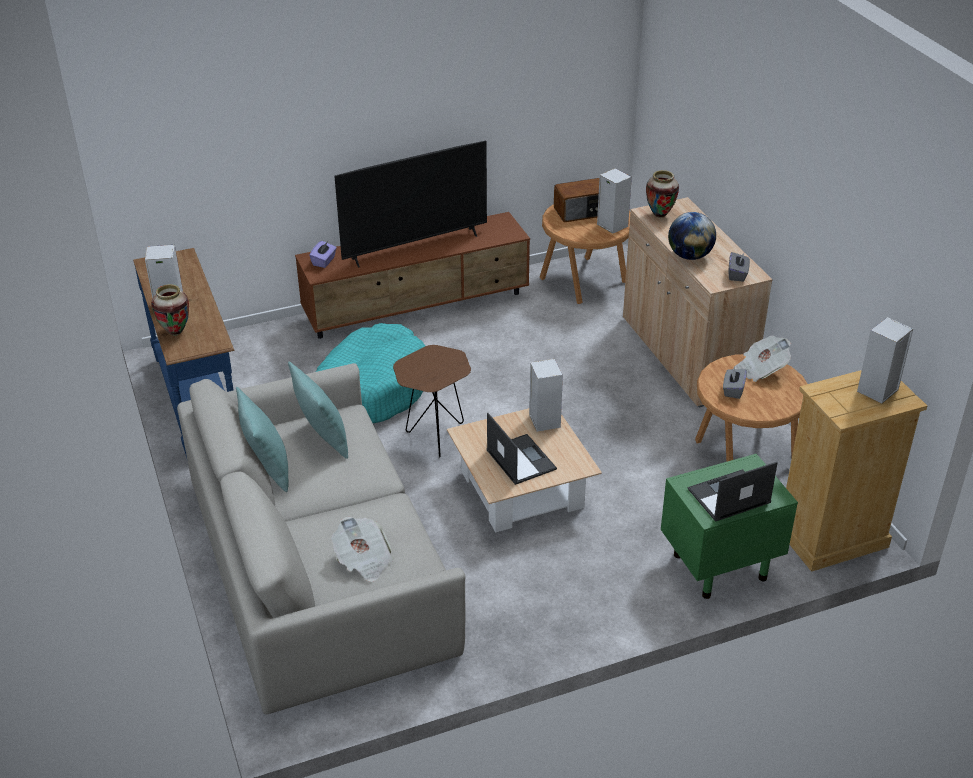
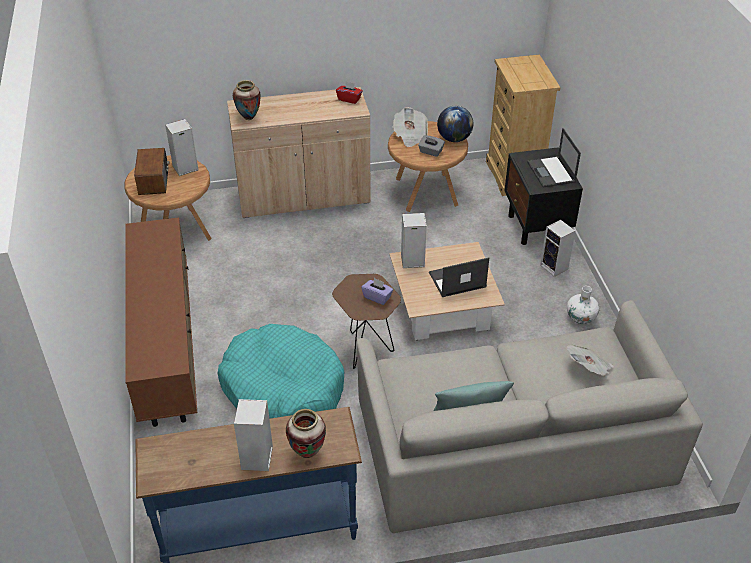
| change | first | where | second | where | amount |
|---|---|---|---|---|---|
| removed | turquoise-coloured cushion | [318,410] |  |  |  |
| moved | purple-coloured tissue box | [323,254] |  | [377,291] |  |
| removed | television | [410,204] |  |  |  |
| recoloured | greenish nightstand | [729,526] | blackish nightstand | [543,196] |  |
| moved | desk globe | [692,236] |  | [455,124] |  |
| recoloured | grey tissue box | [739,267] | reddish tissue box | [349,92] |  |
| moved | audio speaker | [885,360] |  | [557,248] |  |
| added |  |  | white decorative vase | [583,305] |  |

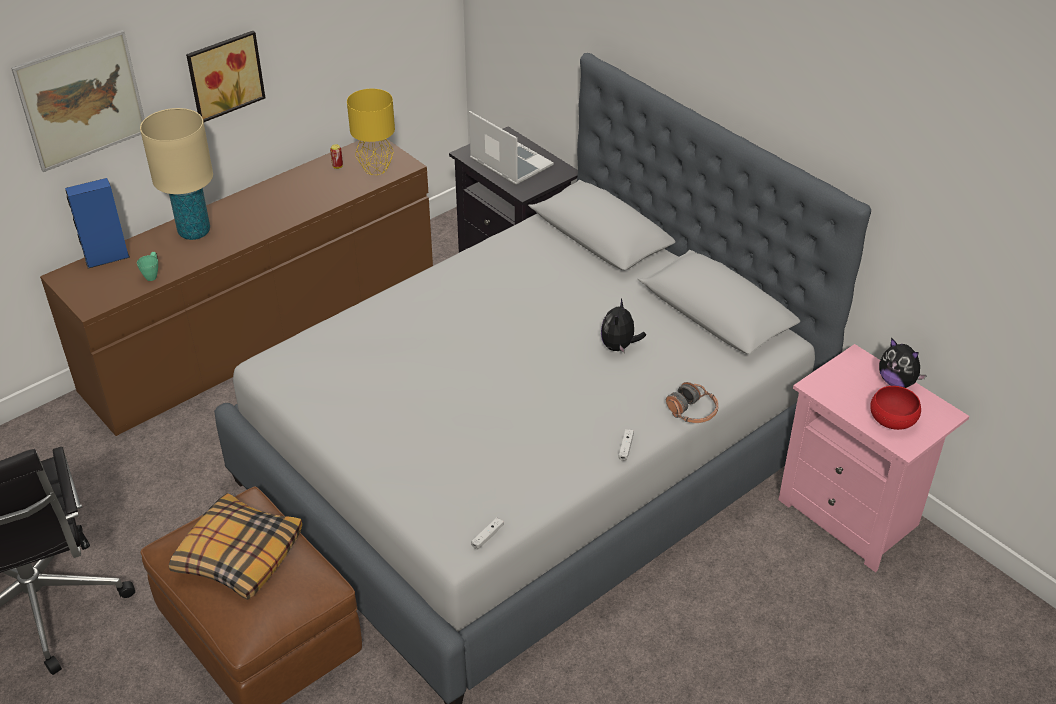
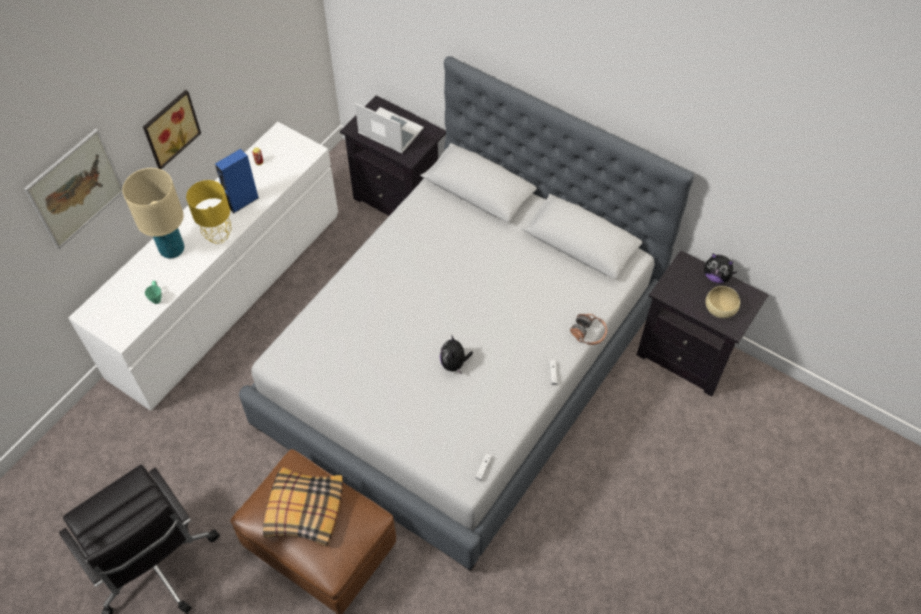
| change | first | where | second | where | amount |
|---|---|---|---|---|---|
| recoloured | brown-coloured chest of drawers | [236,287] | white chest of drawers | [203,266] |  |
| moved | blue-coloured audio speaker | [97,223] |  | [237,181] |  |
| moved | yellowish table lamp | [371,132] |  | [209,212] |  |
| moved | soft toy | [623,326] |  | [456,353] |  |
| recoloured | pink-coloured nightstand | [873,458] | blackish nightstand | [702,323] |  |
| recoloured | reddish deep dish | [895,408] | sand-coloured deep dish | [722,302] |  |

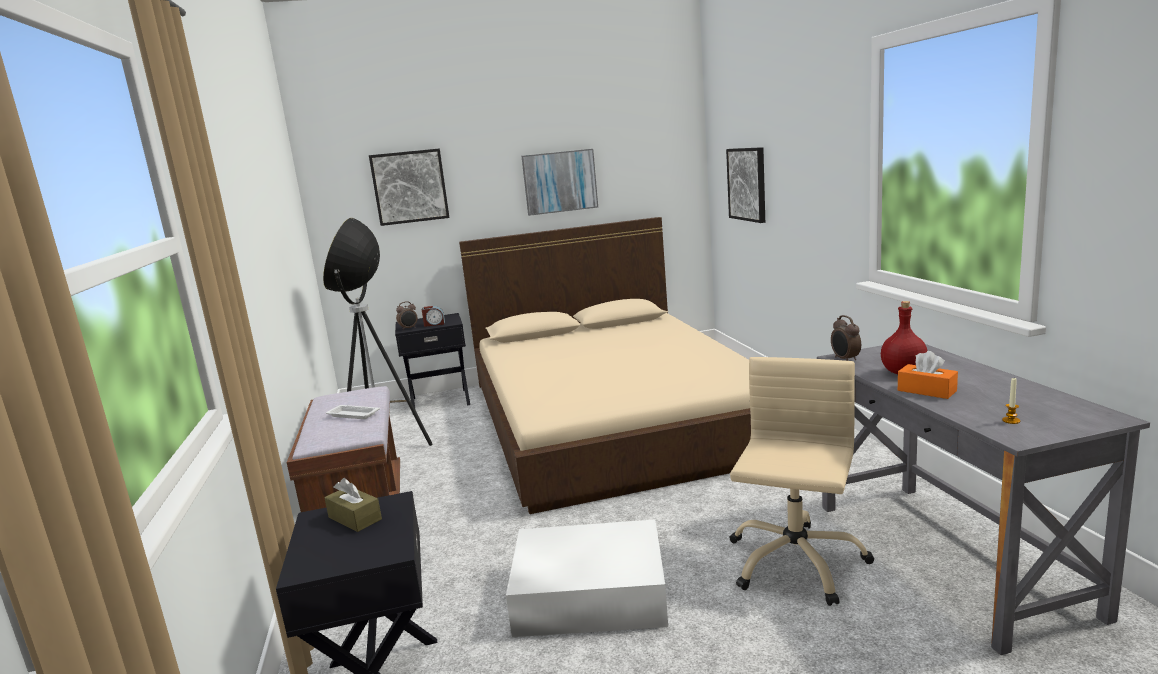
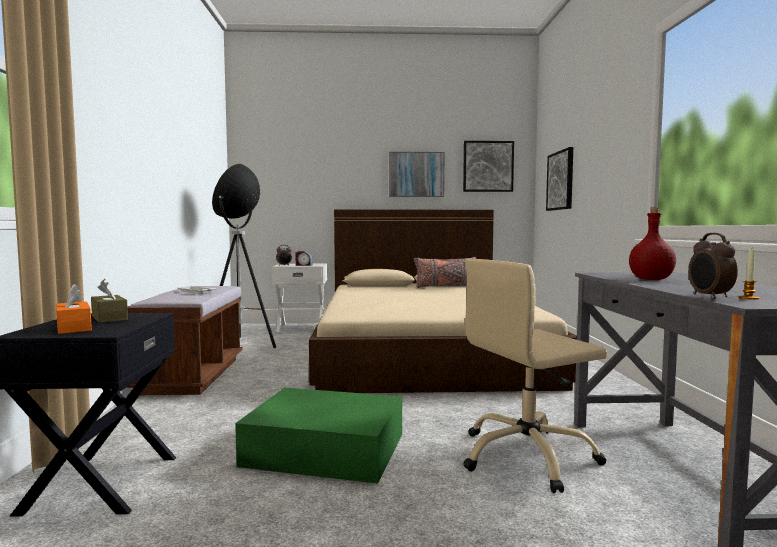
| change | first | where | second | where | amount |
|---|---|---|---|---|---|
| moved | picture | [409,187] |  | [488,166] |  |
| recoloured | blackish nightstand | [432,361] | white nightstand | [299,298] |  |
| recoloured | white storage container | [587,578] | greenish storage container | [318,436] |  |
| turned | sand-coloured office chair | [802,481] |  | [535,376] | 150 degrees counterclockwise |
| moved | alarm clock | [846,338] |  | [713,266] |  |
| moved | orangey tissue box | [928,375] |  | [74,309] |  |
| added |  |  | grey cushion | [445,272] |  |

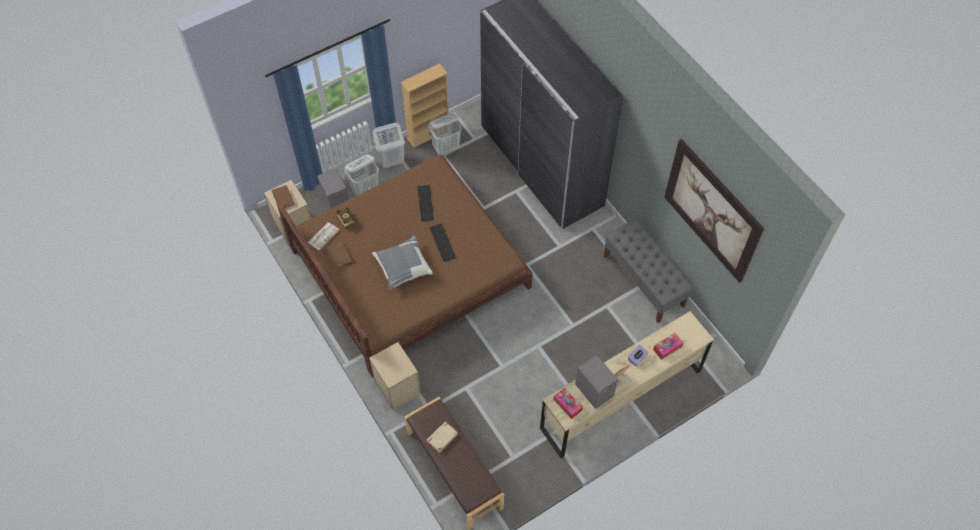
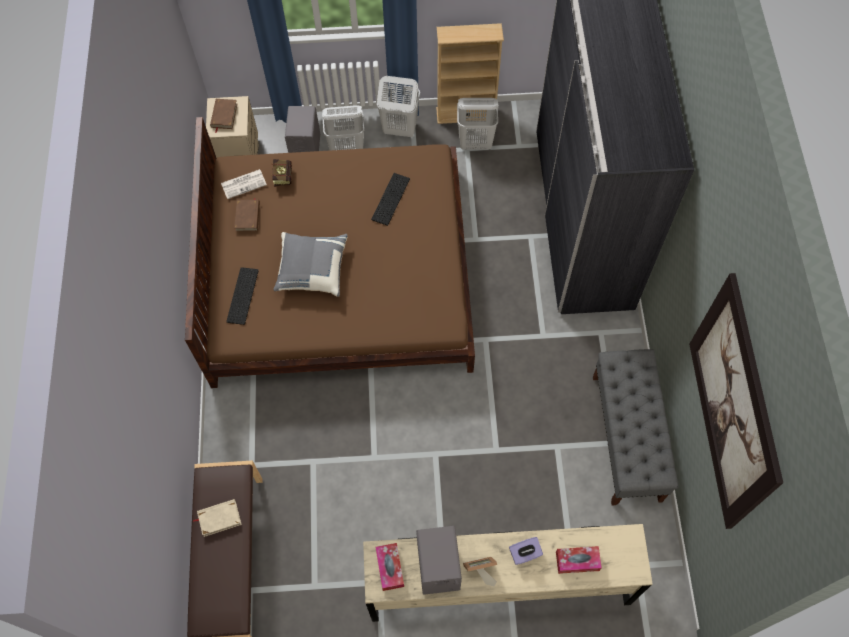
| change | first | where | second | where | amount |
|---|---|---|---|---|---|
| removed | sand-coloured nightstand | [395,376] |  |  |  |
| moved | keyboard | [443,242] |  | [242,296] |  |

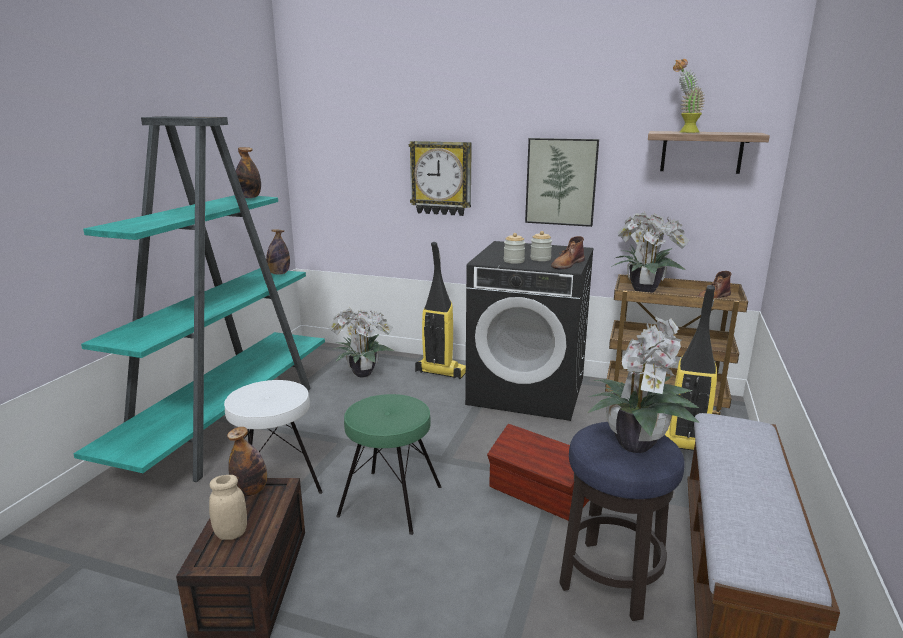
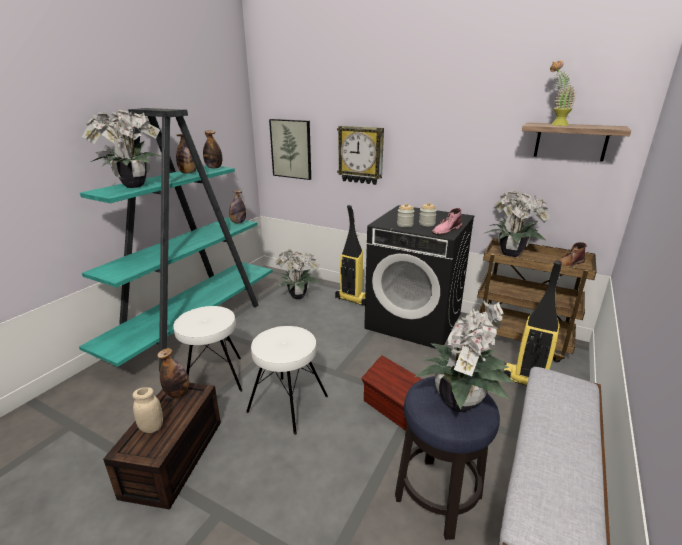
| change | first | where | second | where | amount |
|---|---|---|---|---|---|
| recoloured | greenish stool | [388,464] | white stool | [287,380] |  |
| moved | picture | [562,182] |  | [290,149] |  |
| recoloured | brown-coloured boot | [568,253] | pink-coloured boot | [447,221] |  |
| added |  |  | potted plant | [122,148] |  |
| added |  |  | beverage bottle | [186,154] |  |

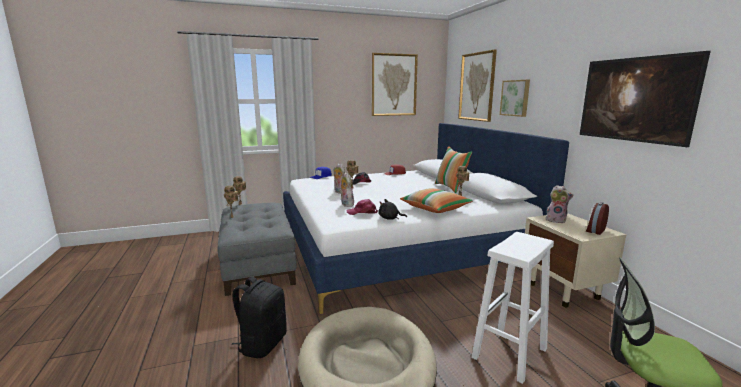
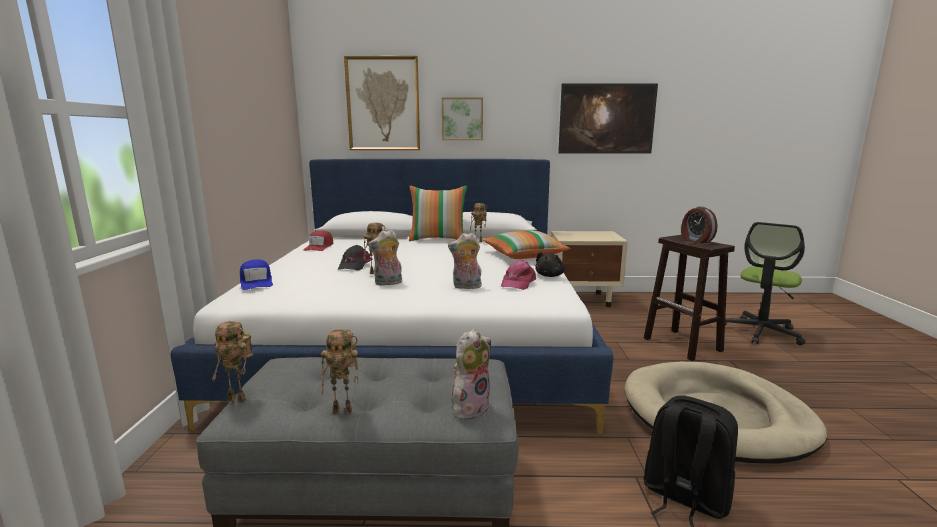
| change | first | where | second | where | amount |
|---|---|---|---|---|---|
| removed | picture | [395,84] |  |  |  |
| recoloured | white stool | [512,308] | brown-coloured stool | [689,298] |  |
| moved | soft toy | [559,204] |  | [471,374] |  |
| moved | alarm clock | [597,218] |  | [699,224] |  |

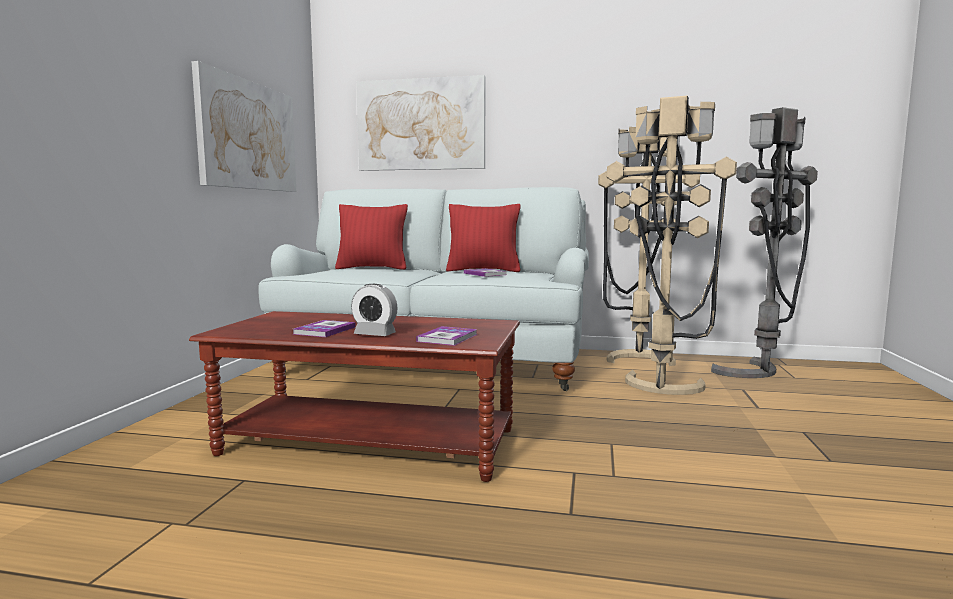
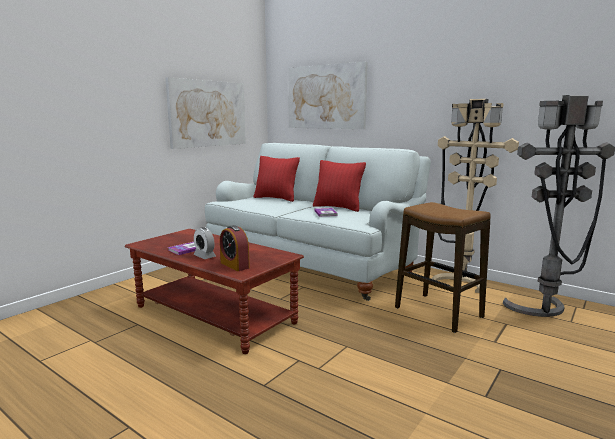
| change | first | where | second | where | amount |
|---|---|---|---|---|---|
| replaced | book | [446,336] | alarm clock | [235,248] |  |
| replaced | sand-coloured floor lamp | [672,245] | stool | [443,267] |  |

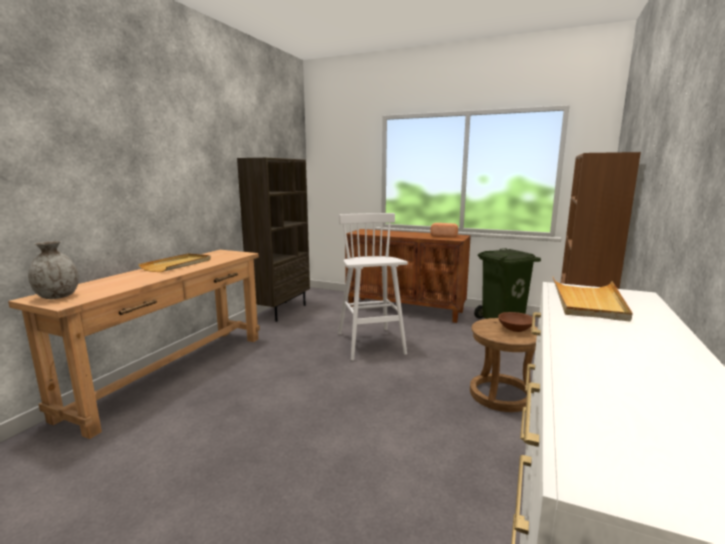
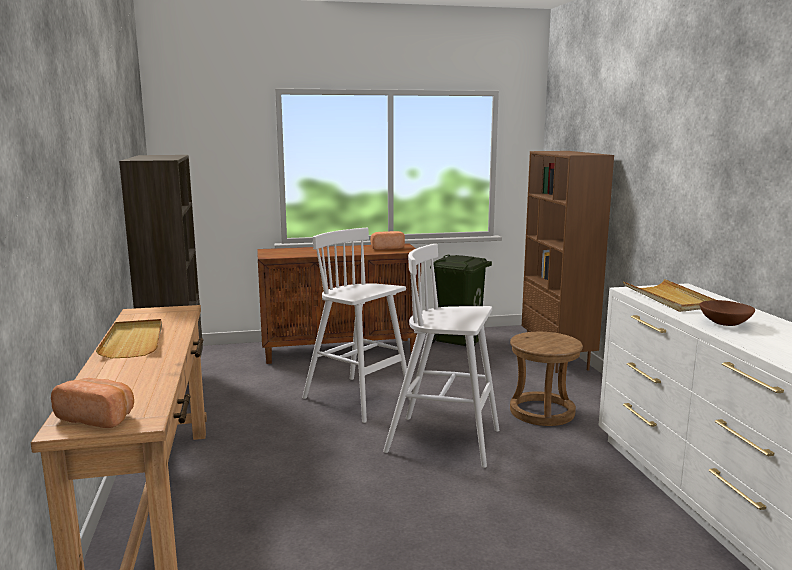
| change | first | where | second | where | amount |
|---|---|---|---|---|---|
| replaced | grey decorative vase | [53,270] | bread | [92,403] |  |
| moved | brown-coloured deep dish | [515,322] |  | [727,313] |  |
| added |  |  | white stool | [441,356] |  |

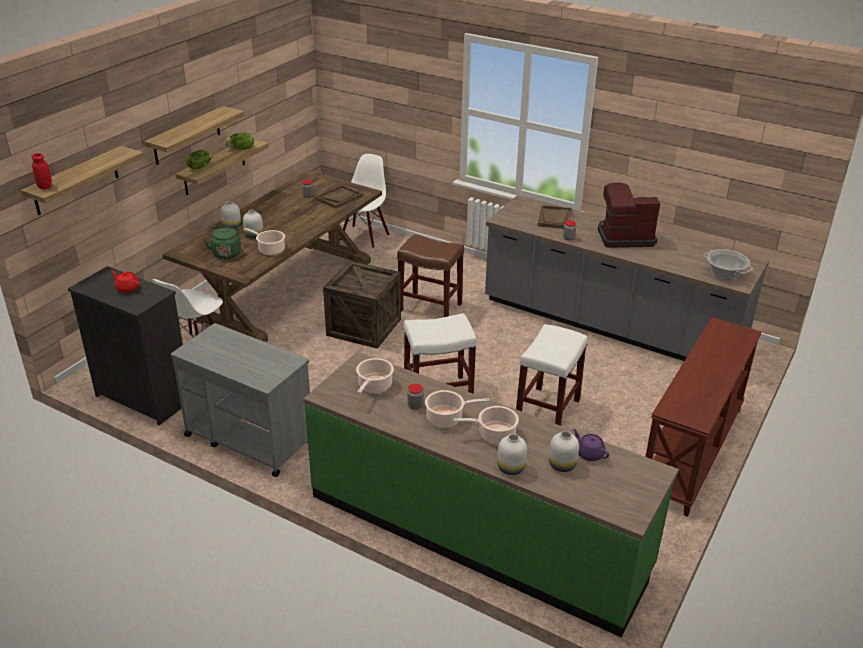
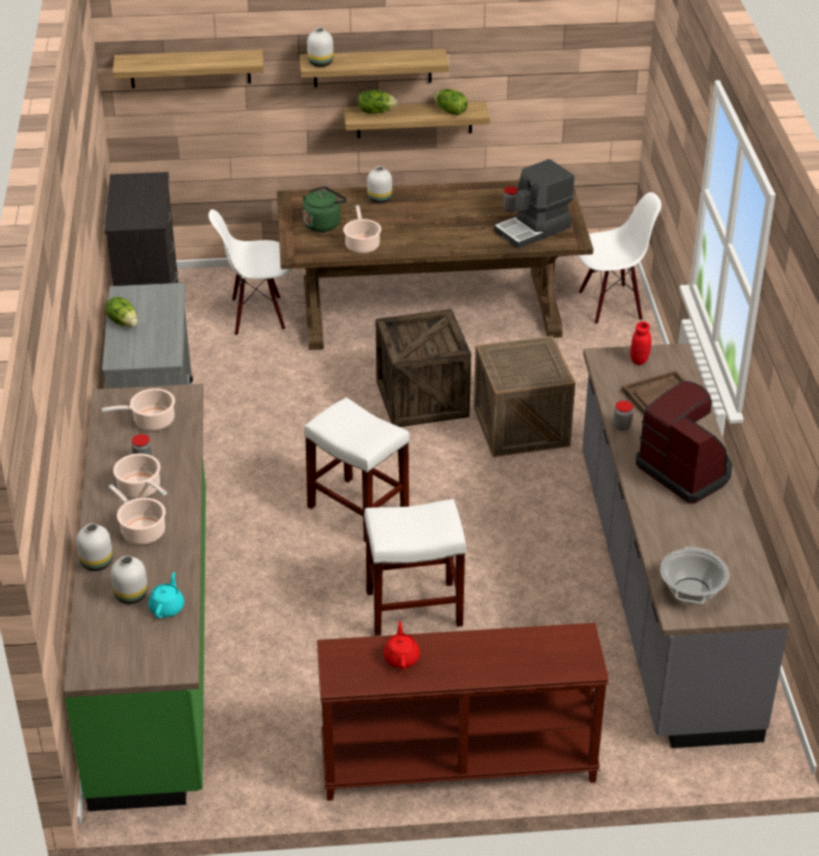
| change | first | where | second | where | amount |
|---|---|---|---|---|---|
| moved | reddish jar | [42,171] |  | [640,343] |  |
| moved | reddish pot for tea | [125,281] |  | [402,645] |  |
| moved | white decorative vase | [253,224] |  | [320,47] |  |
| replaced | brown-coloured tray | [339,197] | coffee machine | [534,204] |  |
| replaced | brown-coloured stool | [430,275] | shipping crate | [524,396] |  |
| recoloured | purple-coloured pot for tea | [591,445] | turquoise-coloured pot for tea | [166,595] |  |
| added |  |  | lettuce head | [121,311] |  |

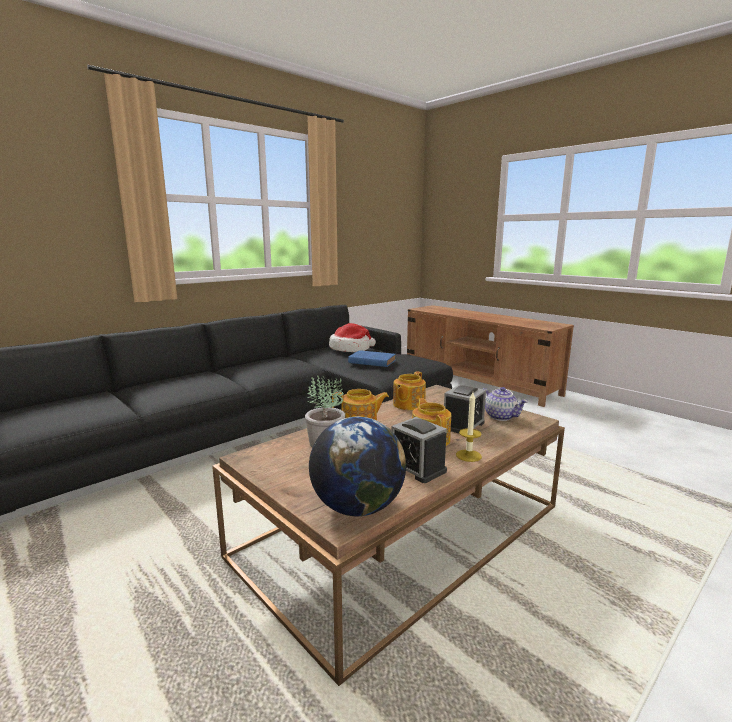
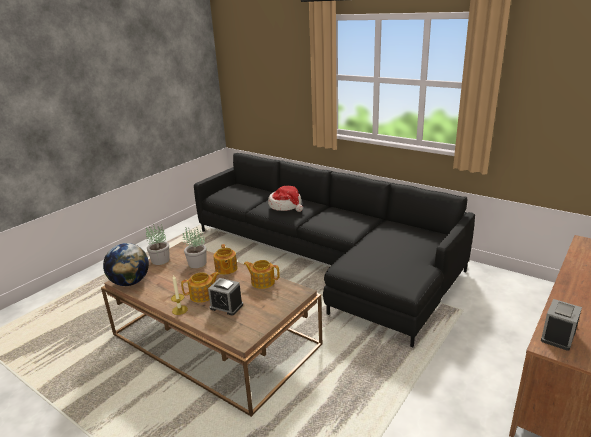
| change | first | where | second | where | amount |
|---|---|---|---|---|---|
| moved | clothing hat | [352,337] |  | [285,199] |  |
| removed | blue-coloured book | [372,358] |  |  |  |
| moved | alarm clock | [419,450] |  | [561,325] |  |
| removed | pot for tea | [505,404] |  |  |  |
| added |  |  | potted plant | [158,244] |  |

